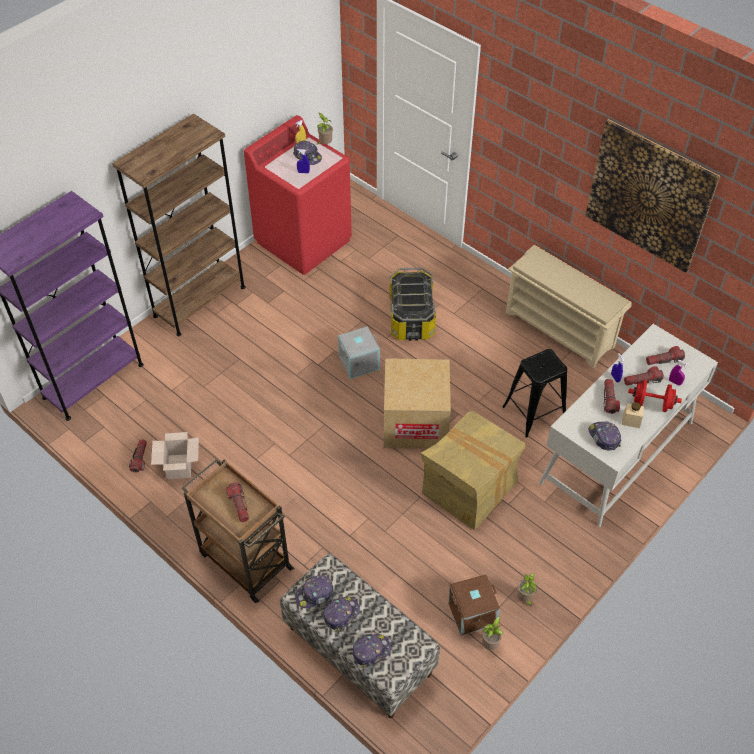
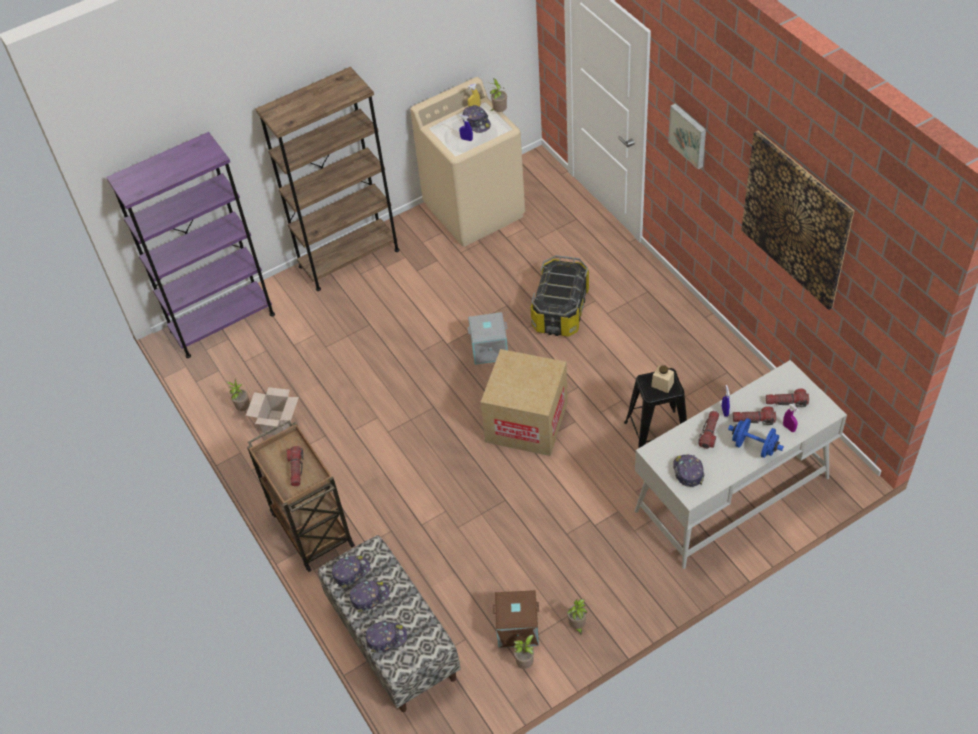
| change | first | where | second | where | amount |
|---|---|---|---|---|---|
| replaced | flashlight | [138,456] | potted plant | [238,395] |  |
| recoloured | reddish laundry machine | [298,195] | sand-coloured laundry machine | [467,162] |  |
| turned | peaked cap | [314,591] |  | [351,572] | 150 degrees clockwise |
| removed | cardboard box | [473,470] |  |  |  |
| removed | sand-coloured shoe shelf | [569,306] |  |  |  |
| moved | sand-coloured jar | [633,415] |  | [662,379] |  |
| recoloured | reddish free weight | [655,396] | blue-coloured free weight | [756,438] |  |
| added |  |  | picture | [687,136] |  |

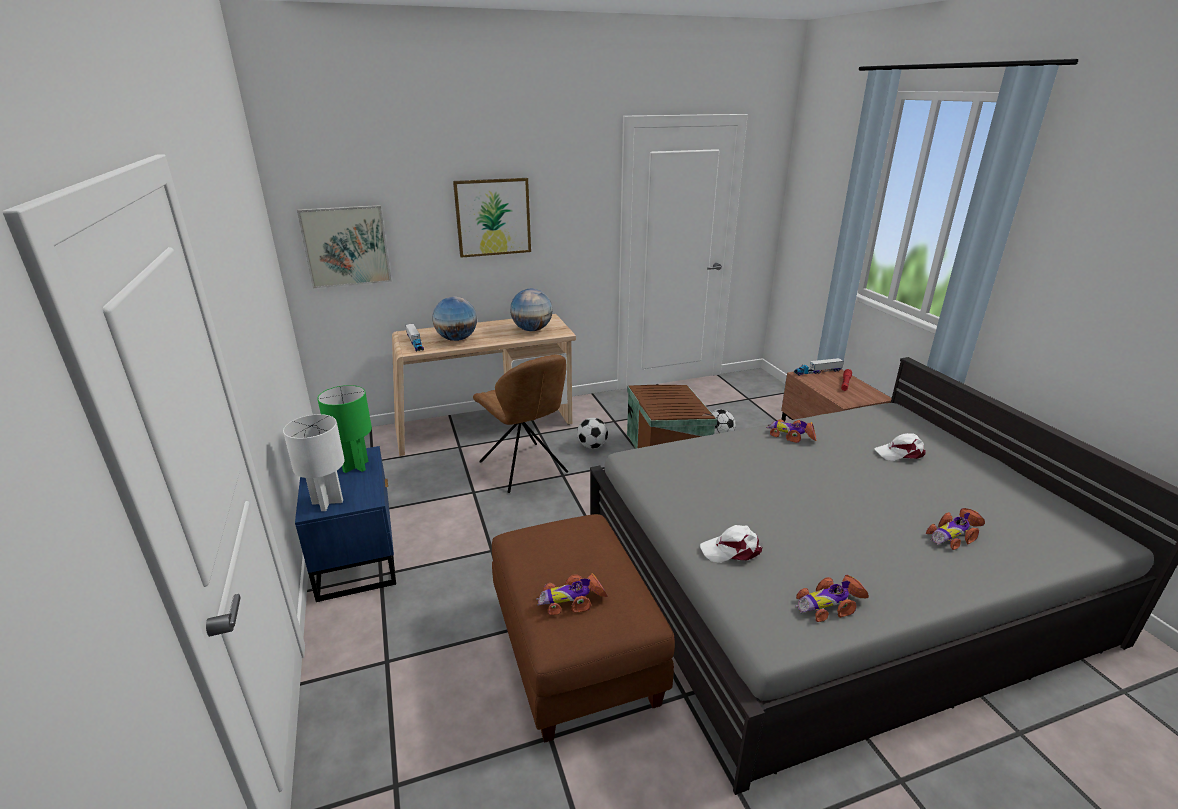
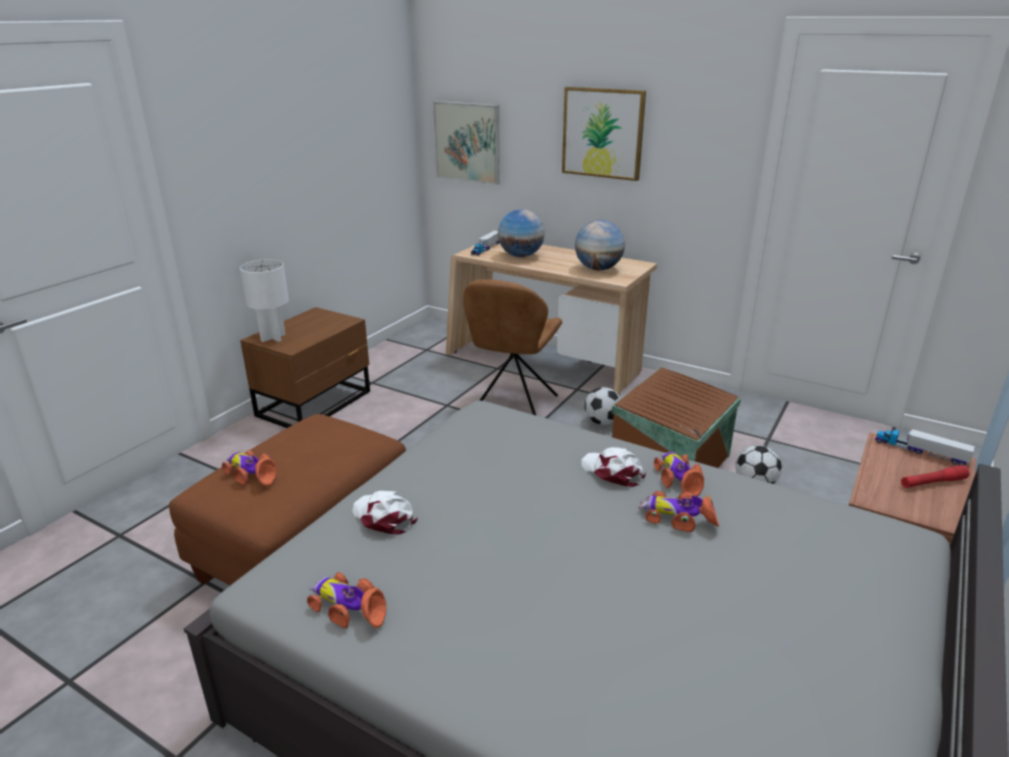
| change | first | where | second | where | amount |
|---|---|---|---|---|---|
| recoloured | blue-coloured nightstand | [345,524] | brown-coloured nightstand | [305,367] |  |
| removed | greenish table lamp | [345,429] |  |  |  |
| moved | white peaked cap | [900,447] |  | [614,467] |  |
| moved | toy car | [955,529] |  | [678,511] |  |

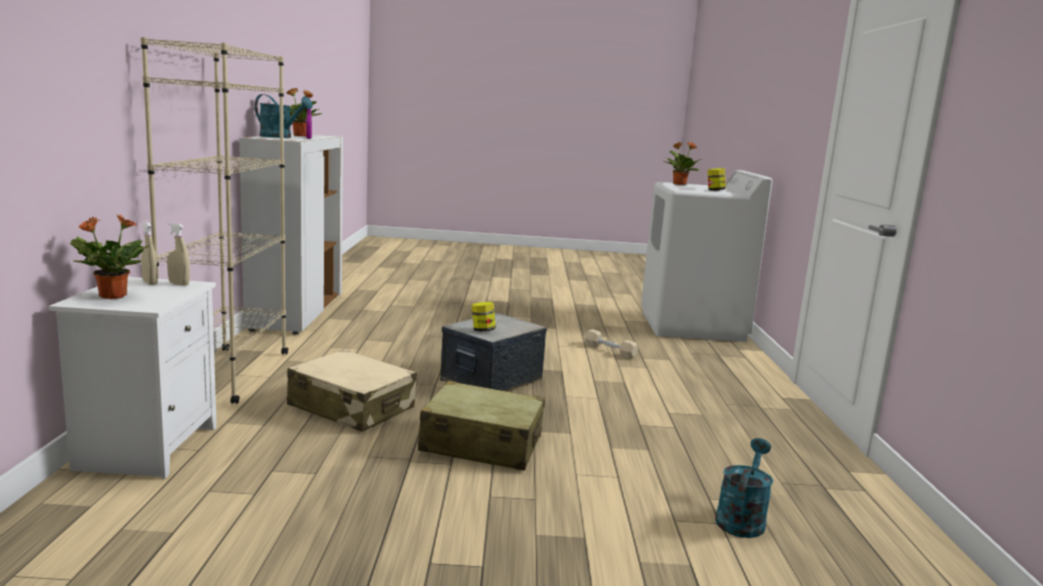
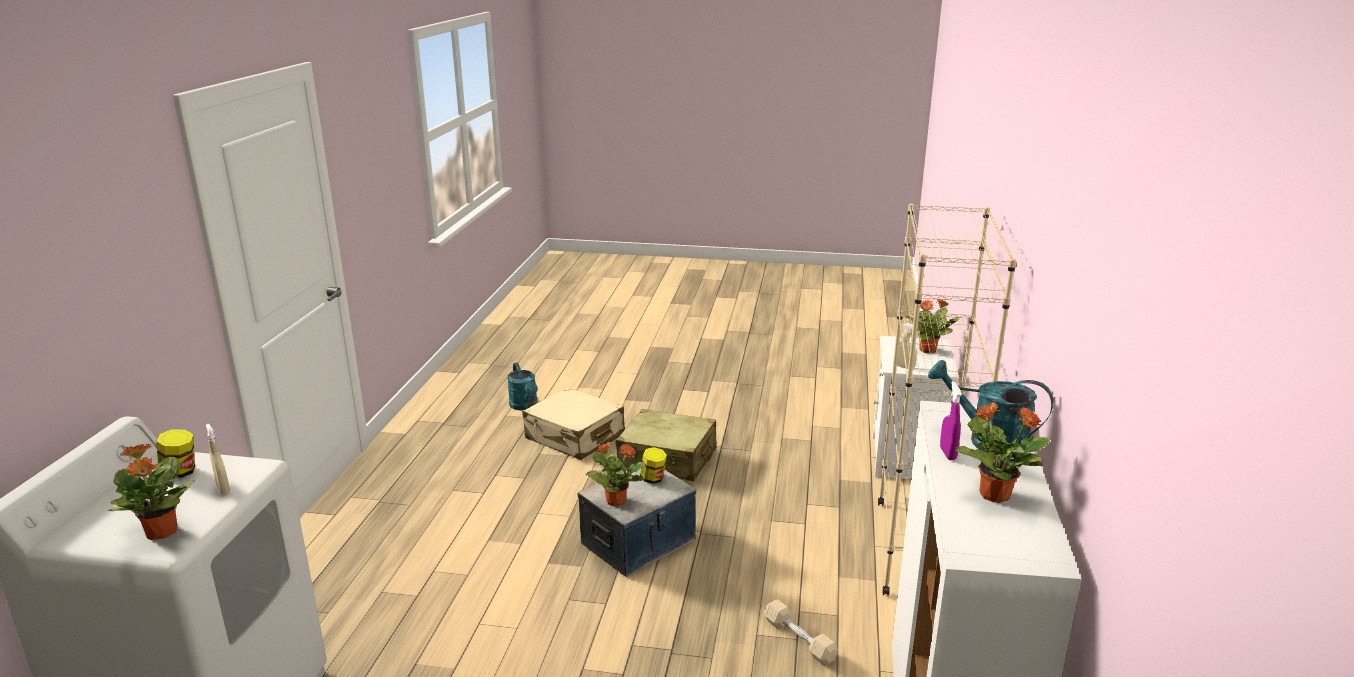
| change | first | where | second | where | amount |
|---|---|---|---|---|---|
| moved | sand-coloured hand sprayer | [149,252] |  | [218,459] |  |
| moved | sand-coloured suitcase | [352,390] |  | [573,423] |  |
| moved | sand-coloured free weight | [611,344] |  | [801,633] |  |
| turned | turquoise-coloured sprinkling can | [744,488] |  | [522,386] | 60 degrees counterclockwise |
| added |  |  | potted plant | [615,474] |  |

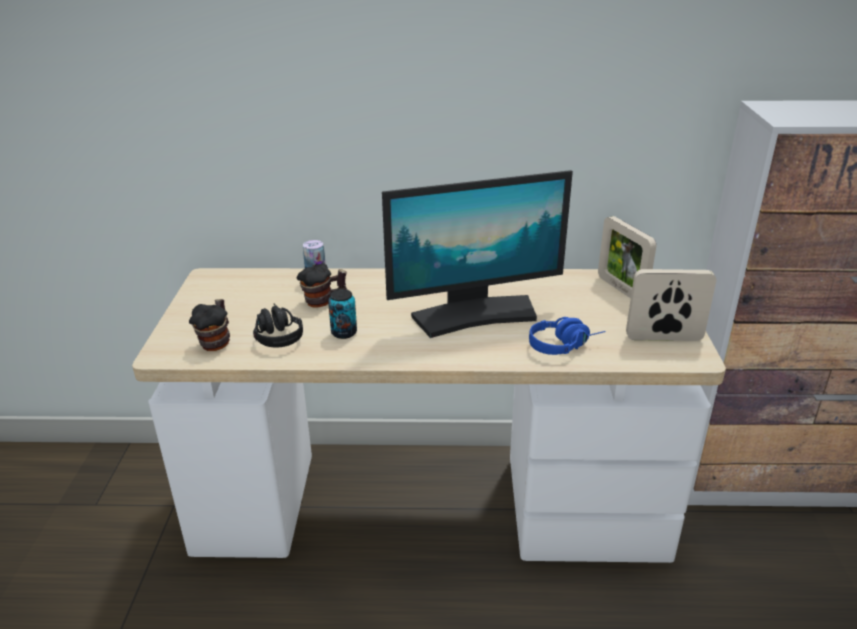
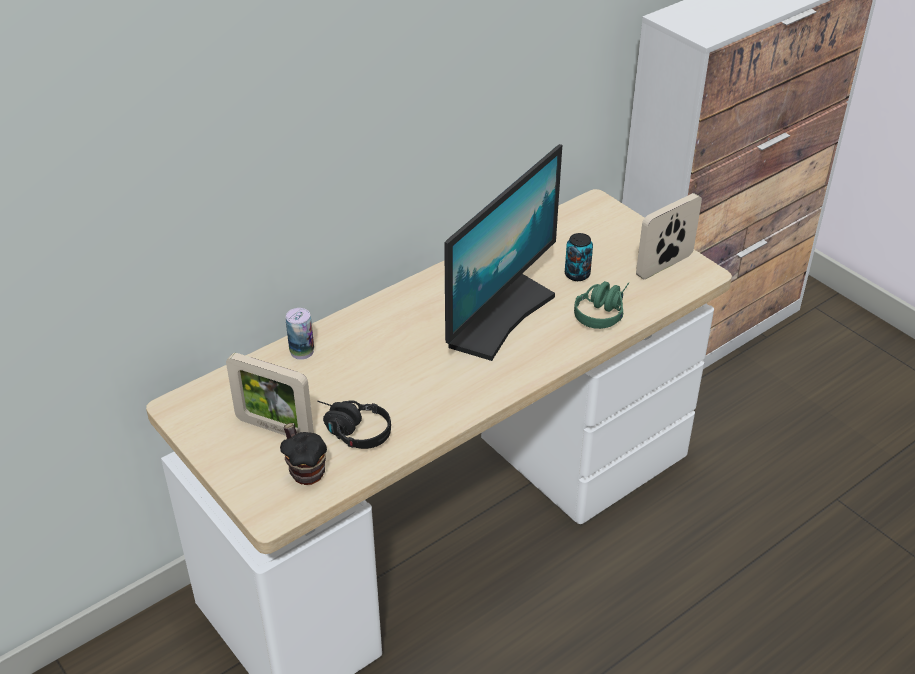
| change | first | where | second | where | amount |
|---|---|---|---|---|---|
| removed | coffee mug | [322,285] |  |  |  |
| moved | can | [342,314] |  | [579,257] |  |
| recoloured | blue-coloured headset | [567,336] | greenish headset | [601,305] |  |
| moved | standing frame | [627,257] |  | [270,394] |  |

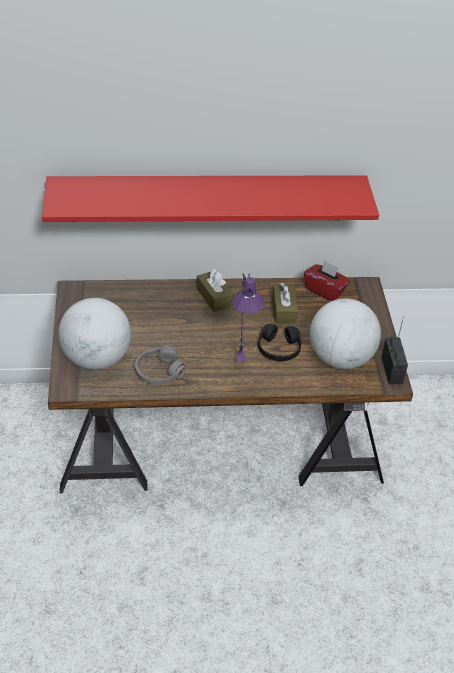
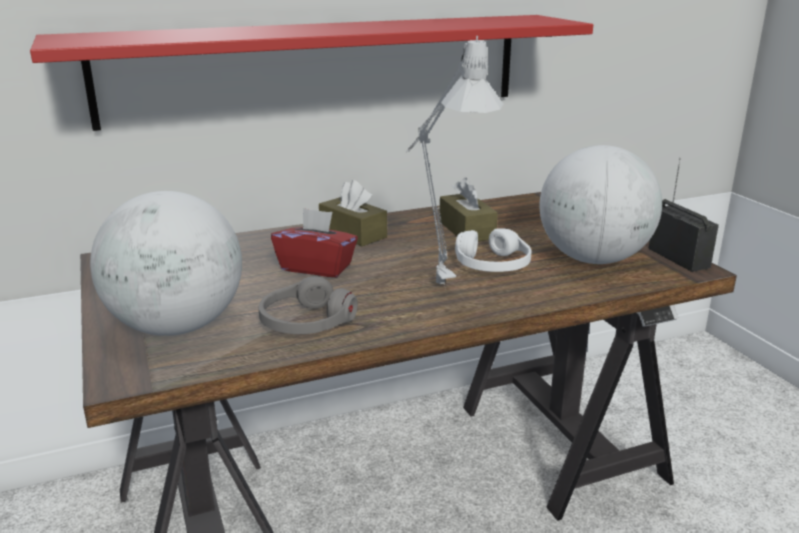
| change | first | where | second | where | amount |
|---|---|---|---|---|---|
| recoloured | purple-coloured table lamp | [248,317] | grey table lamp | [454,163] |  |
| recoloured | blackish headset | [279,342] | white headset | [493,250] |  |
| moved | reddish tissue box | [327,280] |  | [314,242] |  |

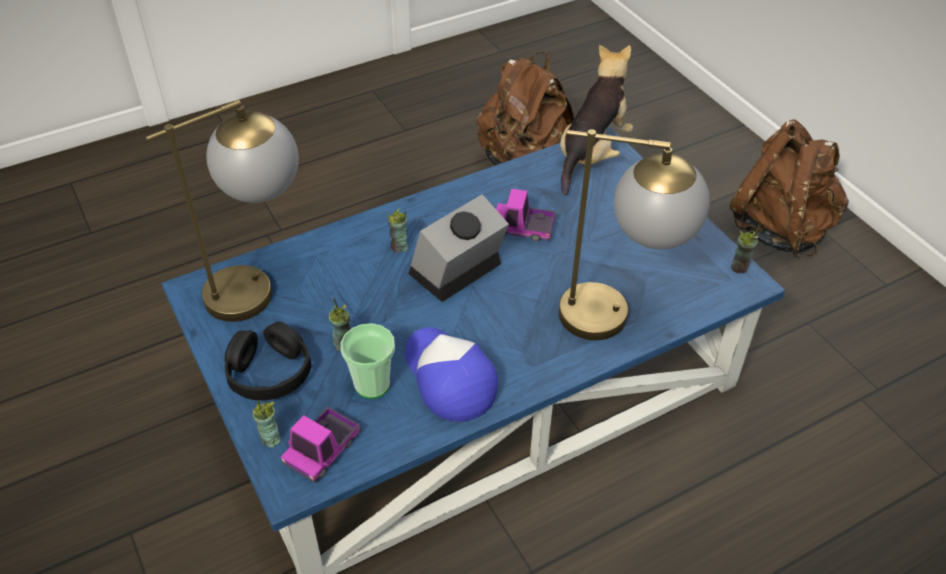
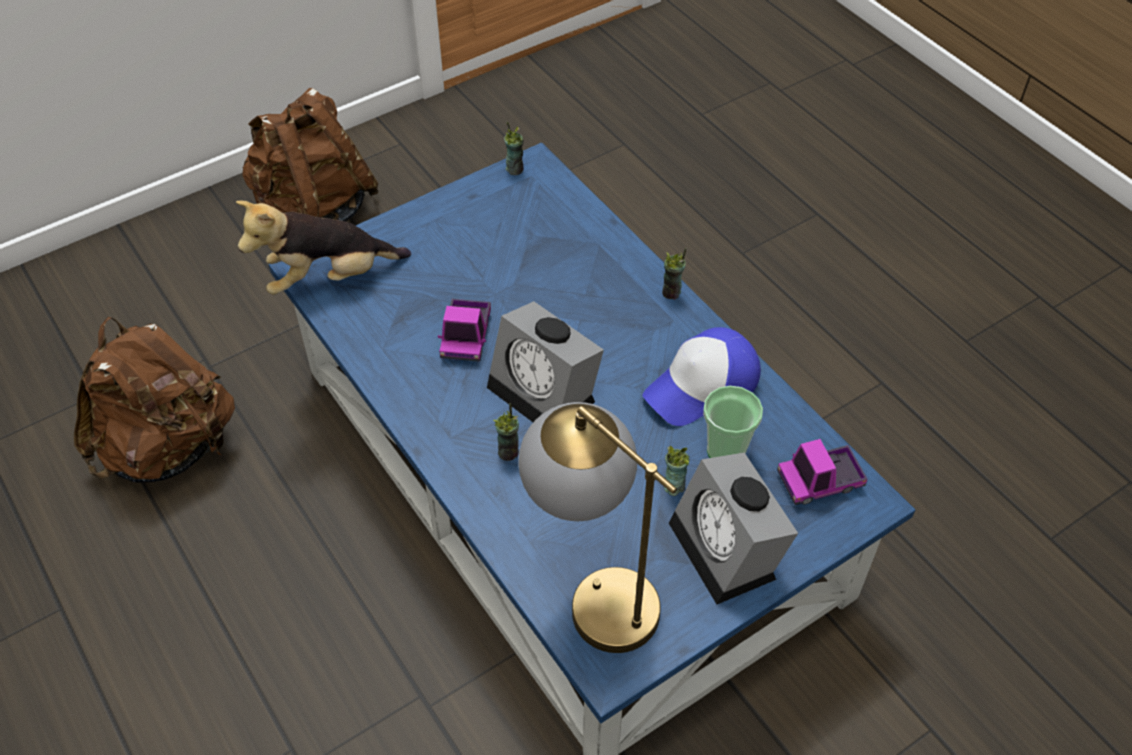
| change | first | where | second | where | amount |
|---|---|---|---|---|---|
| replaced | blackish headset | [268,361] | alarm clock | [733,528] |  |
| moved | cup | [266,424] |  | [674,274] |  |
| turned | toy truck | [321,445] |  | [822,472] | 135 degrees clockwise |
| removed | table lamp | [634,234] |  |  |  |
| turned | soft toy | [596,120] |  | [323,247] | 45 degrees counterclockwise |

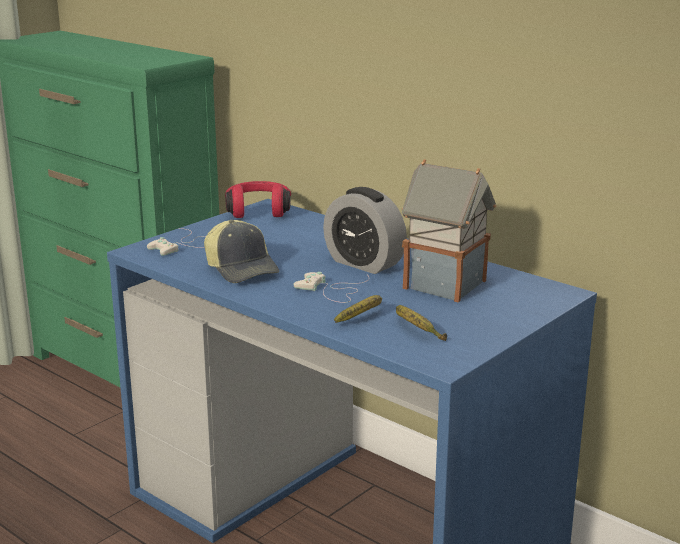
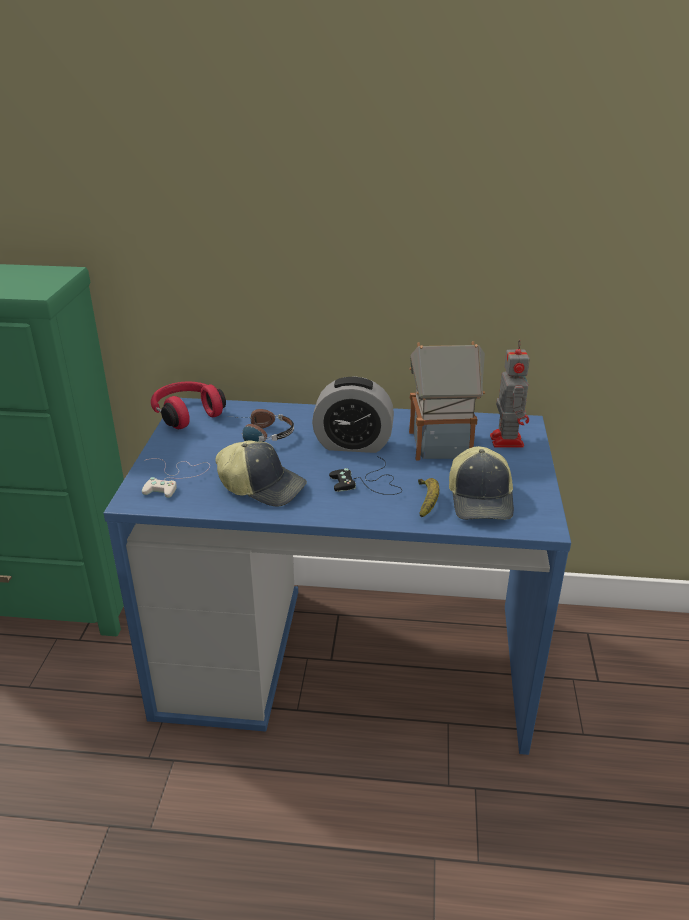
| change | first | where | second | where | amount |
|---|---|---|---|---|---|
| recoloured | white joypad | [331,287] | blackish joypad | [365,475] |  |
| replaced | banana | [421,323] | peaked cap | [481,483] |  |
| added |  |  | headset | [266,425] |  |
| added |  |  | robot figure | [510,393] |  |

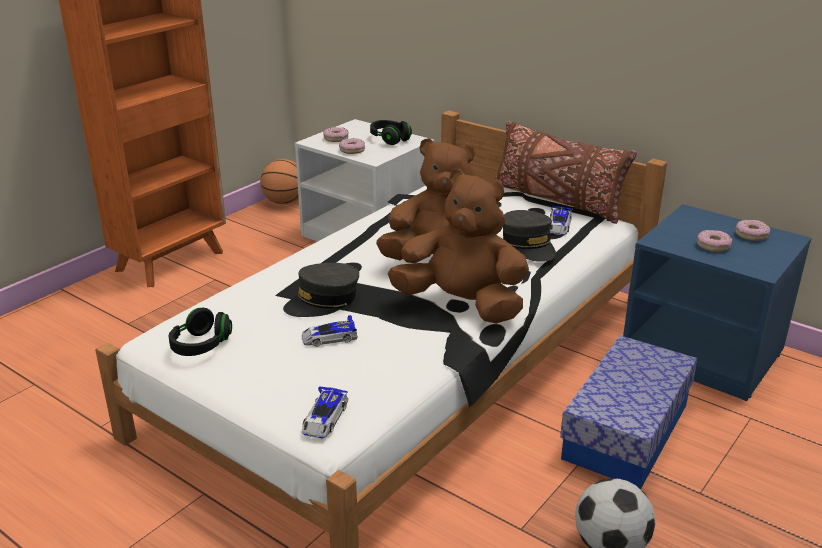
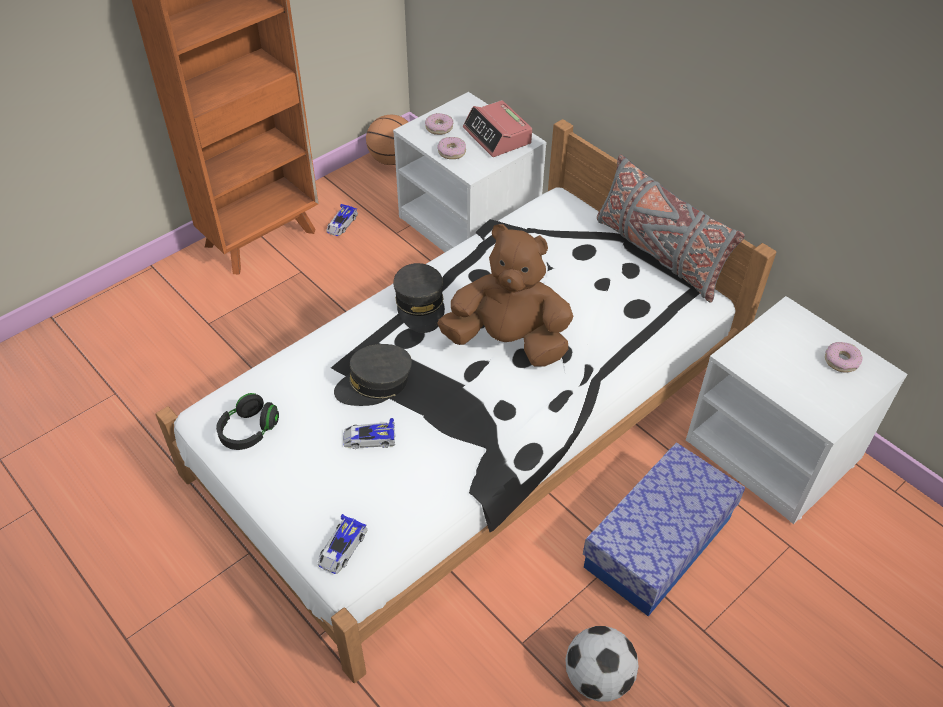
| change | first | where | second | where | amount |
|---|---|---|---|---|---|
| replaced | blackish headset | [391,132] | alarm clock | [497,128] |  |
| removed | brown-coloured soft toy | [458,246] |  |  |  |
| recoloured | brown-coloured cushion | [566,172] | grey cushion | [671,228] |  |
| moved | grey peaked cap | [529,236] |  | [419,298] |  |
| moved | toy car | [561,220] |  | [342,220] |  |
| recoloured | blue-coloured nightstand | [717,302] | white nightstand | [797,410] |  |
| removed | ring doughnut | [714,241] |  |  |  |

